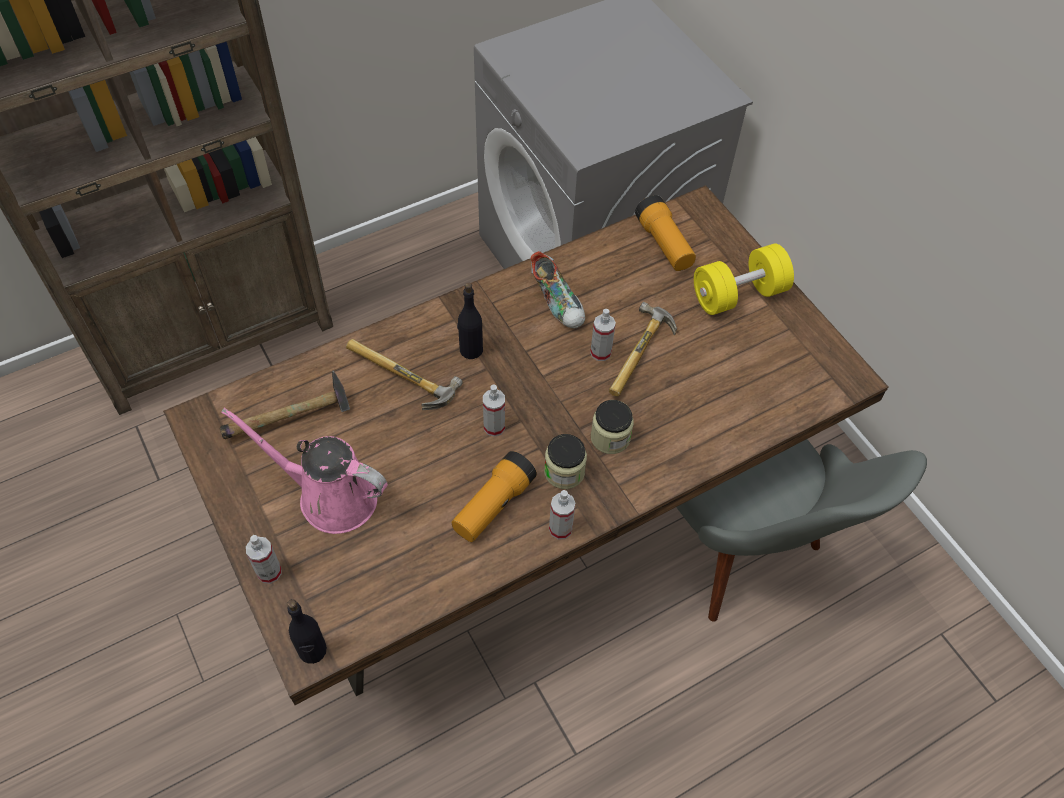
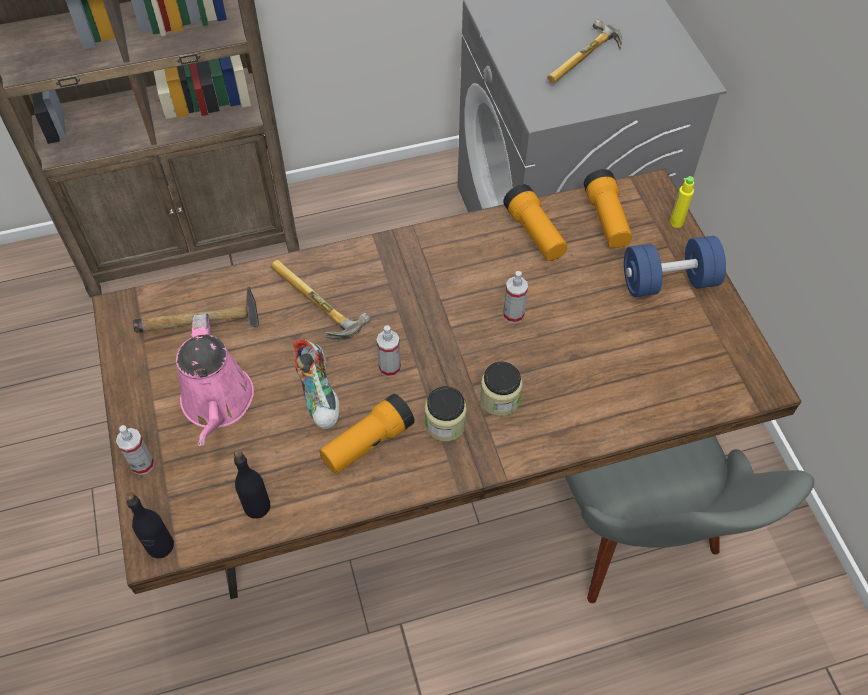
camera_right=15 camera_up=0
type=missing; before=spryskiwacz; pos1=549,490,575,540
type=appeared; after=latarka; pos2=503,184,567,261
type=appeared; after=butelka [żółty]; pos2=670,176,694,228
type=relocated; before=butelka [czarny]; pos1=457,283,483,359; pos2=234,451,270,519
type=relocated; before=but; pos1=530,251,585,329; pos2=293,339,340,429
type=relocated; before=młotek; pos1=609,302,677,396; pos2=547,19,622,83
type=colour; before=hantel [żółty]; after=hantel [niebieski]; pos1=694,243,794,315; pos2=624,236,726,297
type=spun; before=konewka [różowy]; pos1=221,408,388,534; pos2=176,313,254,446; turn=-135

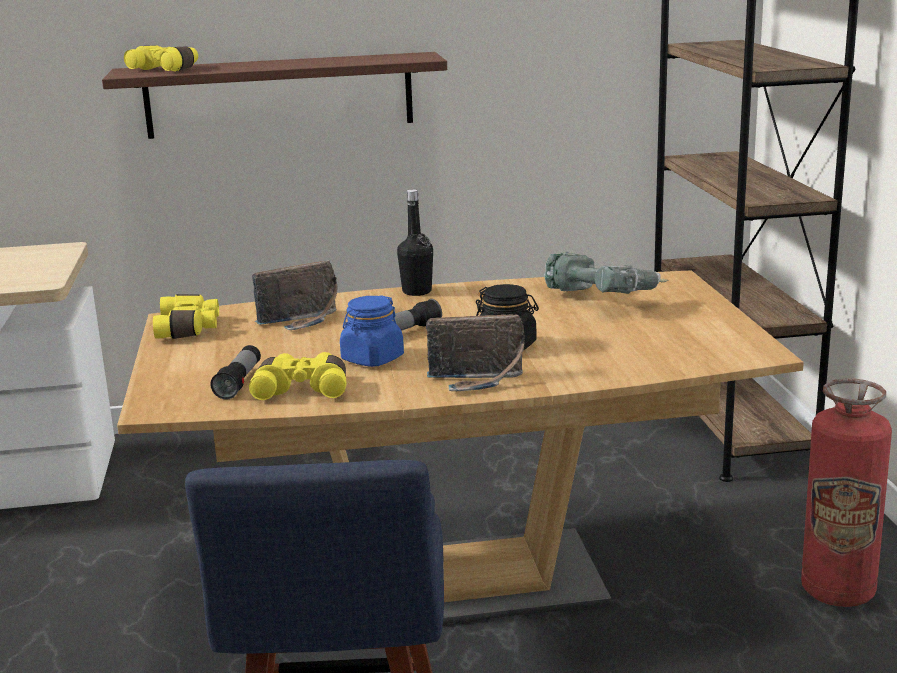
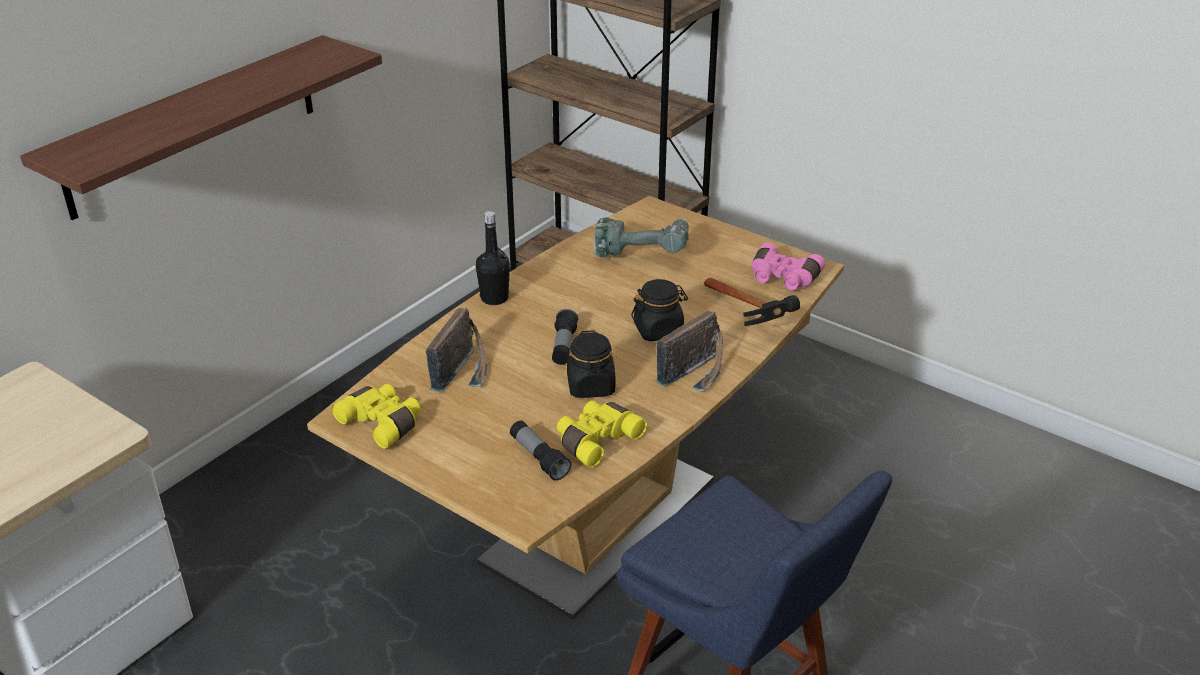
camera_right=-45 camera_up=15
type=missing; before=lornetka [żółty]; pos1=124,45,198,71
type=missing; before=gaśnica; pos1=801,378,892,607
type=appeared; after=młotek; pos2=704,278,800,326
type=appeared; after=lornetka [różowy]; pos2=752,243,825,290
type=colour; before=słoik [niebieski]; after=słoik [czarny]; pos1=340,295,404,367; pos2=567,330,615,398

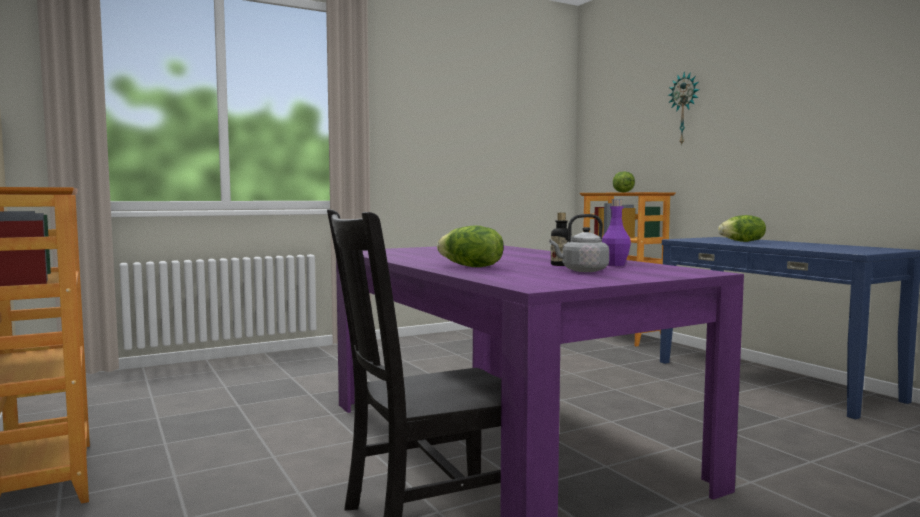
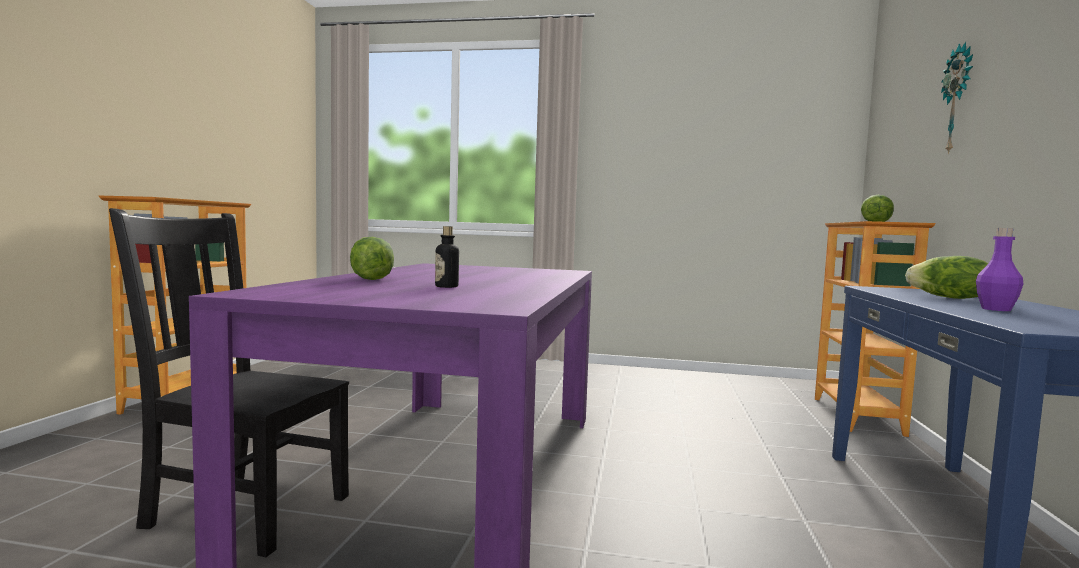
camera_right=40 camera_up=0
type=missing; before=czajnik [szary]; pos1=549,214,609,272
type=relocated; before=butelka [fioletowy]; pos1=602,199,631,266; pos2=976,228,1024,311

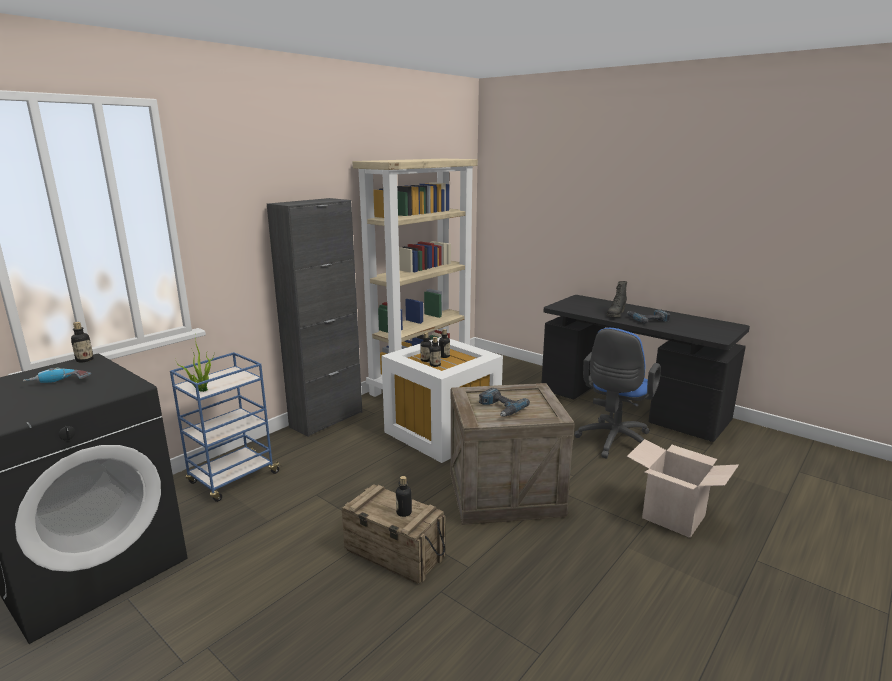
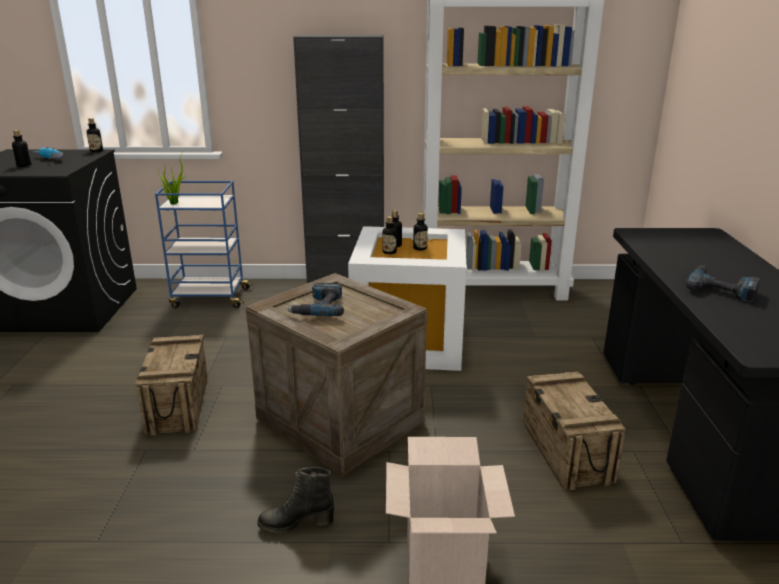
camera_right=50 camera_up=5
type=relocated; before=butelka; pos1=396,476,412,517; pos2=12,130,31,167
type=relocated; before=but z cholewką [czarny]; pos1=607,281,627,317; pos2=258,467,334,533
type=exchanged; before=krzesło biurowe [niebieski]; after=skrzynka; pos1=574,328,661,459; pos2=523,372,626,490

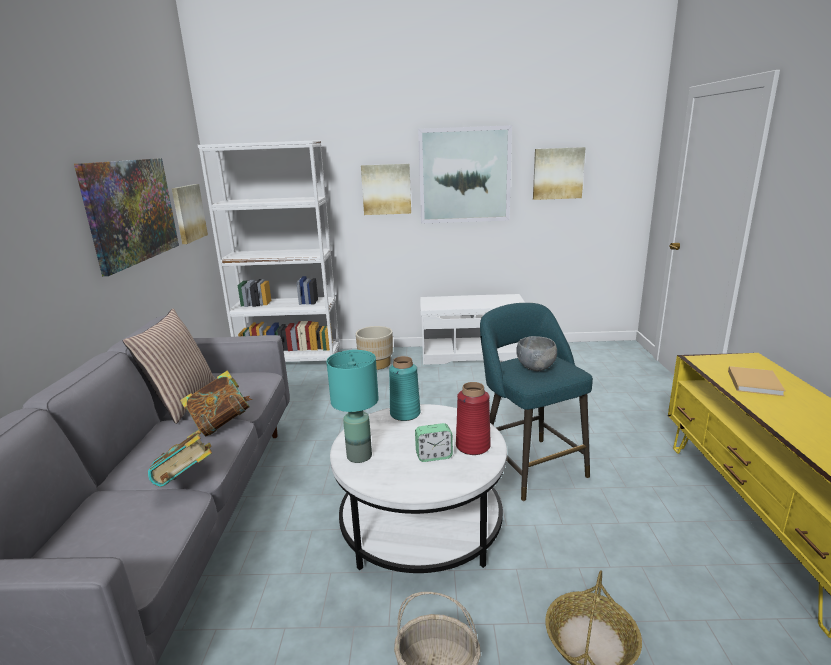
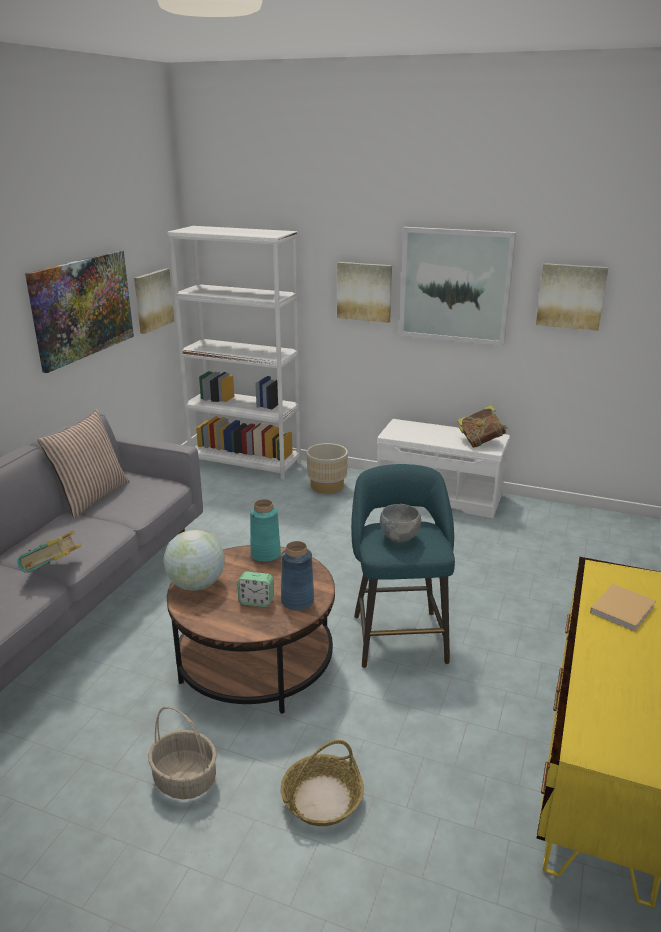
camera_right=20 camera_up=5
type=relocated; before=książka; pos1=180,370,252,436; pos2=457,405,508,448
type=exchanged; before=lampa stołowa [turkusowy]; after=globus; pos1=327,350,379,463; pos2=163,530,225,591
type=colour; before=ława [biały]; after=ława [brązowy]; pos1=330,404,507,573; pos2=167,545,335,714
type=colour; before=wazon [czerwony]; after=wazon [niebieski]; pos1=456,382,491,455; pos2=281,541,314,611

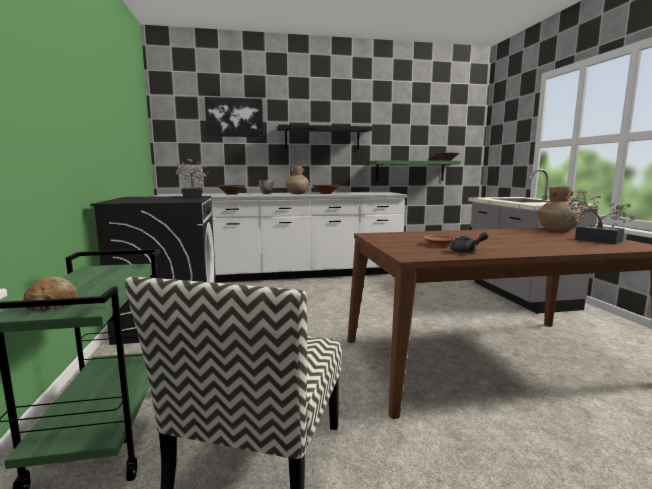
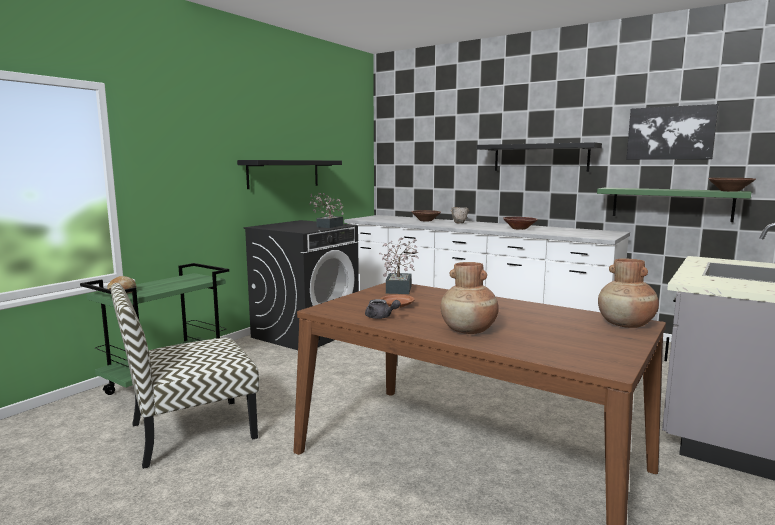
camera_right=45 camera_up=0
type=appeared; after=półka [czarny]; pos2=237,160,342,189
type=relocated; before=obraz; pos1=205,97,263,137; pos2=627,104,718,160
type=relocated; before=wazon [brązowy]; pos1=286,166,309,194; pos2=440,262,499,334
type=relocated; before=roślina doniczkowa; pos1=566,189,636,244; pos2=379,237,419,294

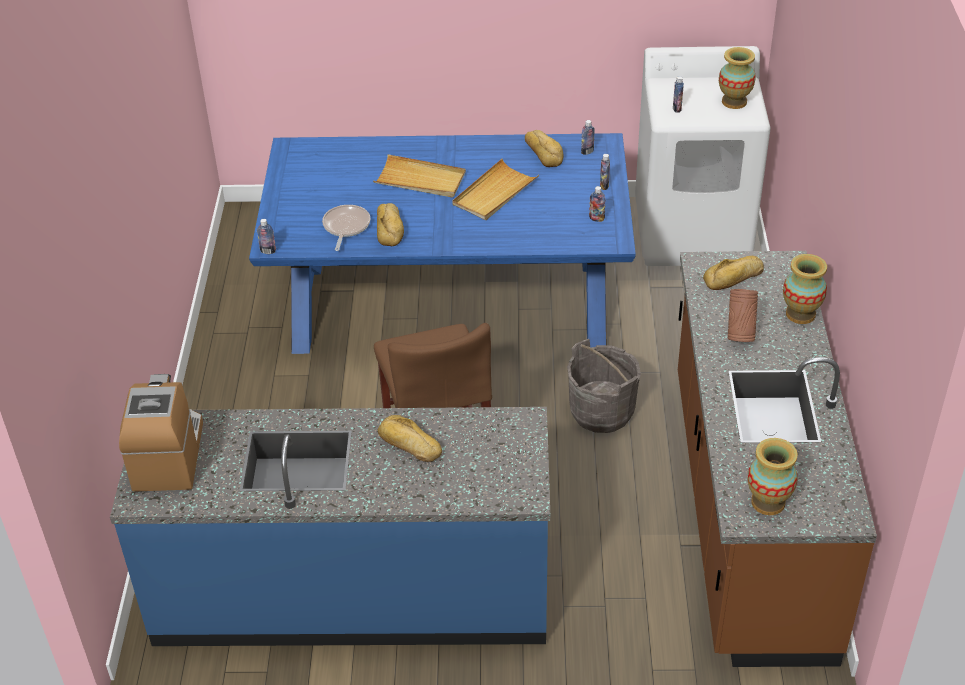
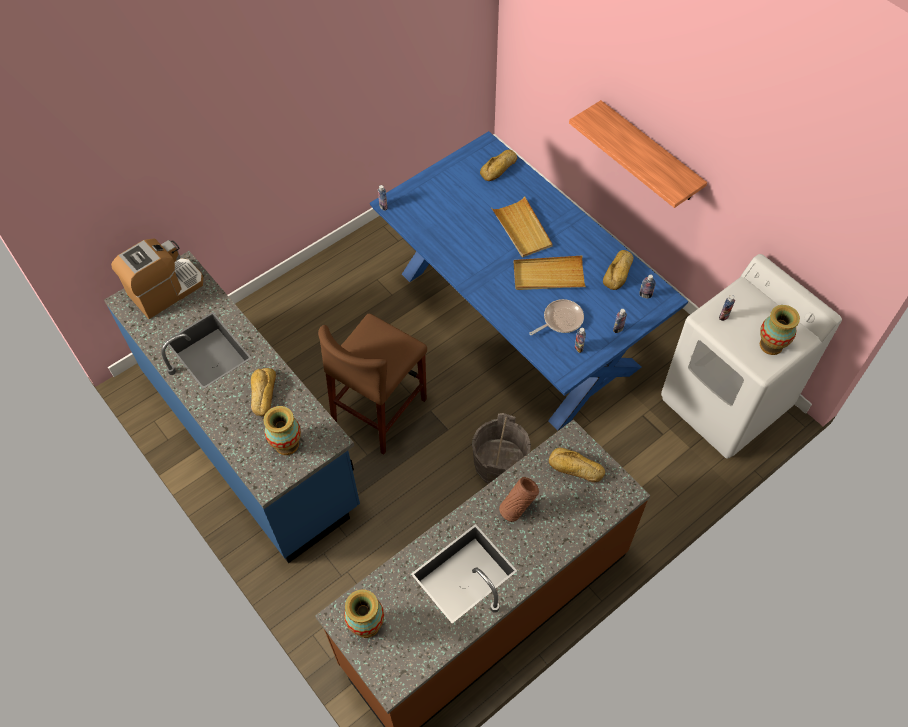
camera_right=50 camera_up=15
type=appeared; after=półka; pos2=569,100,707,208
type=relocated; before=patelnia; pos1=322,205,370,251; pos2=529,299,584,335
type=relocated; before=chleb; pos1=377,203,404,246; pos2=480,150,517,181
type=relocated; before=wazon; pos1=783,254,827,324; pos2=263,406,301,455

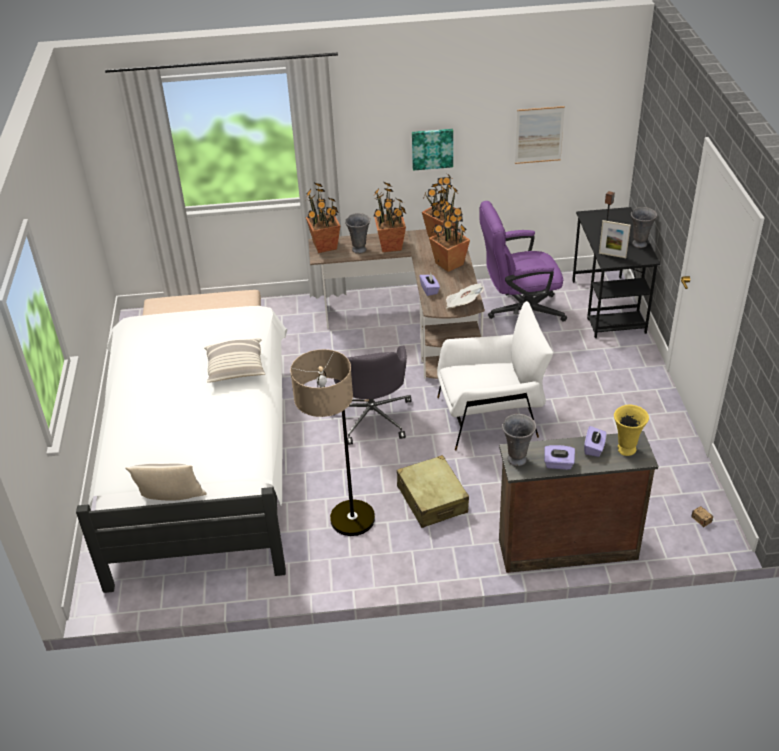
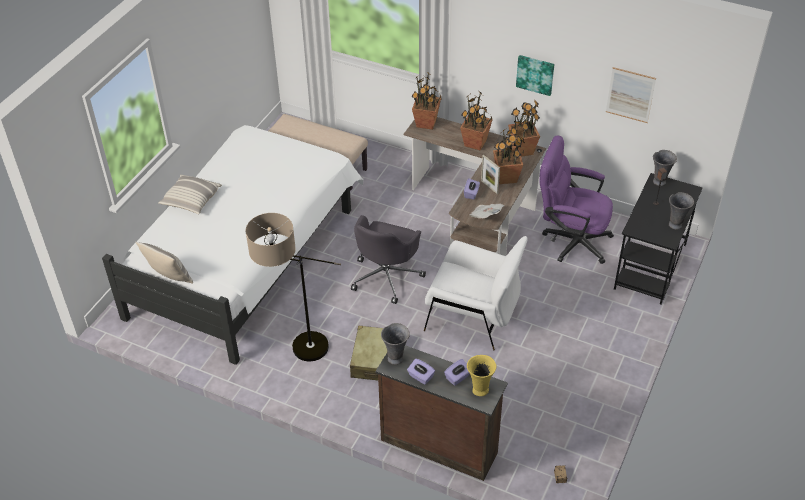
camera_right=30 camera_up=5
type=relocated; before=poduszka; pos1=204,339,265,383; pos2=159,175,222,214
type=relocated; before=wazon [szary]; pos1=345,213,370,254; pos2=653,150,677,186
type=relocated; before=ramka na zdjęcie; pos1=599,220,631,258; pos2=481,155,500,194

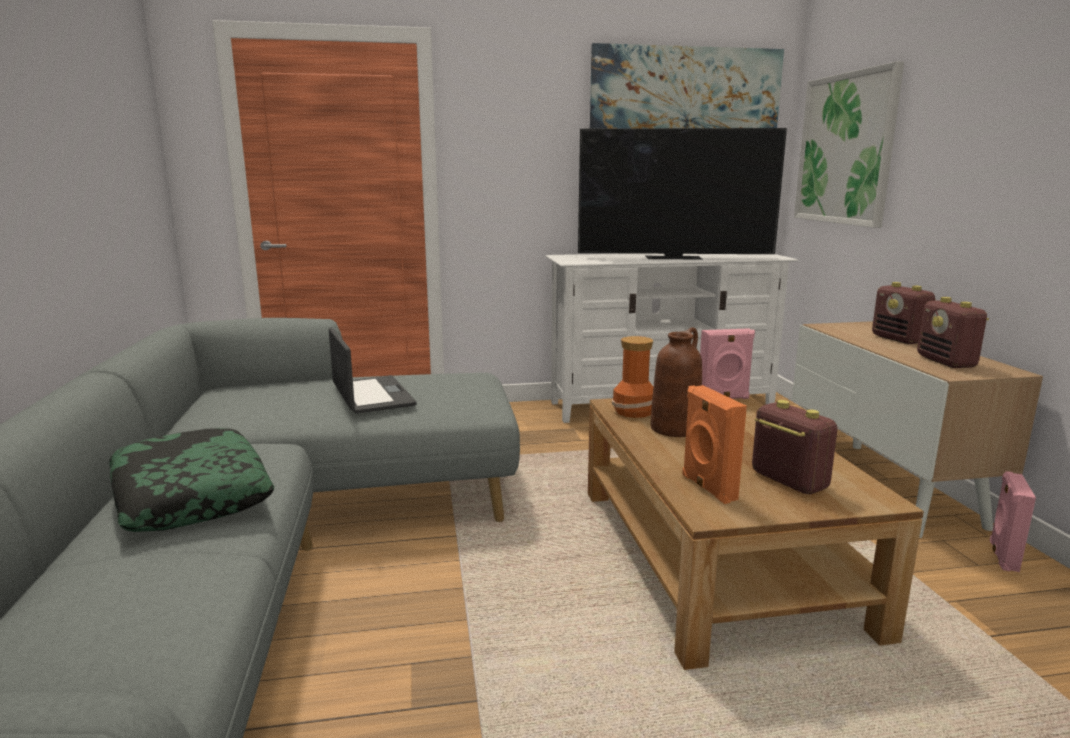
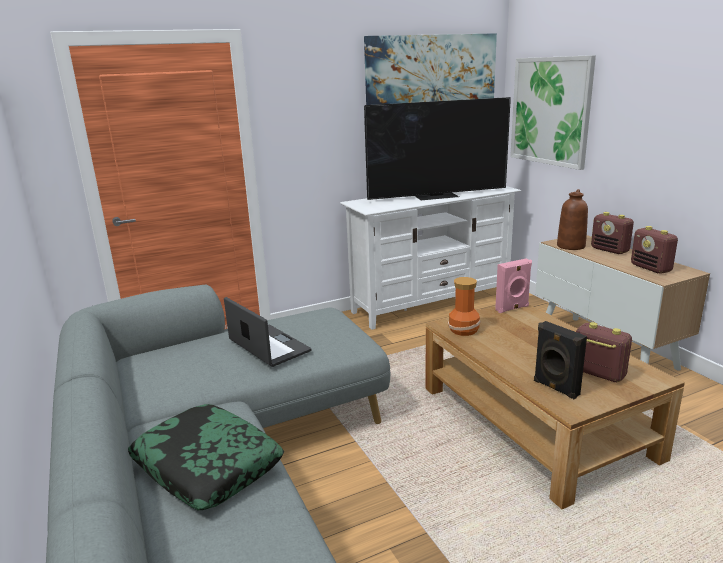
camera_right=-15 camera_up=5
type=missing; before=głośnik [różowy]; pos1=990,471,1036,572
type=relocated; before=wazon [brązowy]; pos1=650,327,702,437; pos2=557,189,588,250
type=colour; before=głośnik [pomarańczowy]; after=głośnik [czarny]; pos1=682,385,747,504; pos2=534,321,587,399

